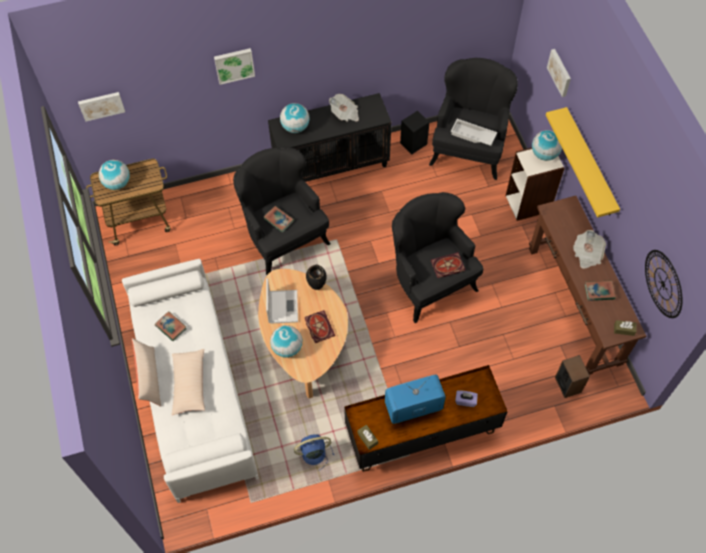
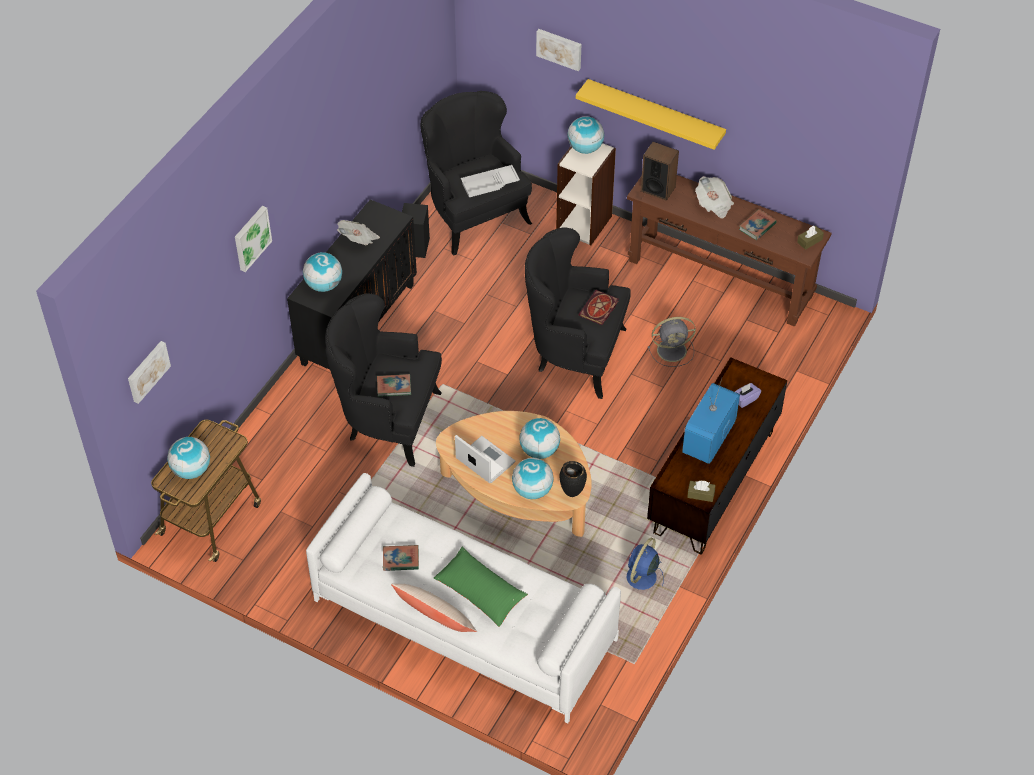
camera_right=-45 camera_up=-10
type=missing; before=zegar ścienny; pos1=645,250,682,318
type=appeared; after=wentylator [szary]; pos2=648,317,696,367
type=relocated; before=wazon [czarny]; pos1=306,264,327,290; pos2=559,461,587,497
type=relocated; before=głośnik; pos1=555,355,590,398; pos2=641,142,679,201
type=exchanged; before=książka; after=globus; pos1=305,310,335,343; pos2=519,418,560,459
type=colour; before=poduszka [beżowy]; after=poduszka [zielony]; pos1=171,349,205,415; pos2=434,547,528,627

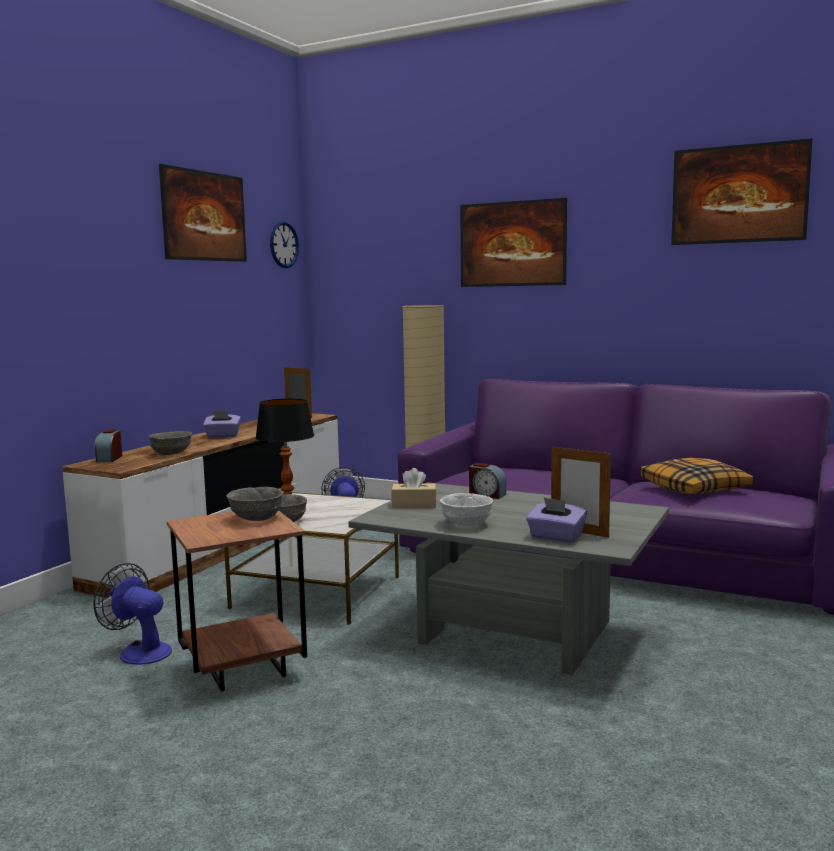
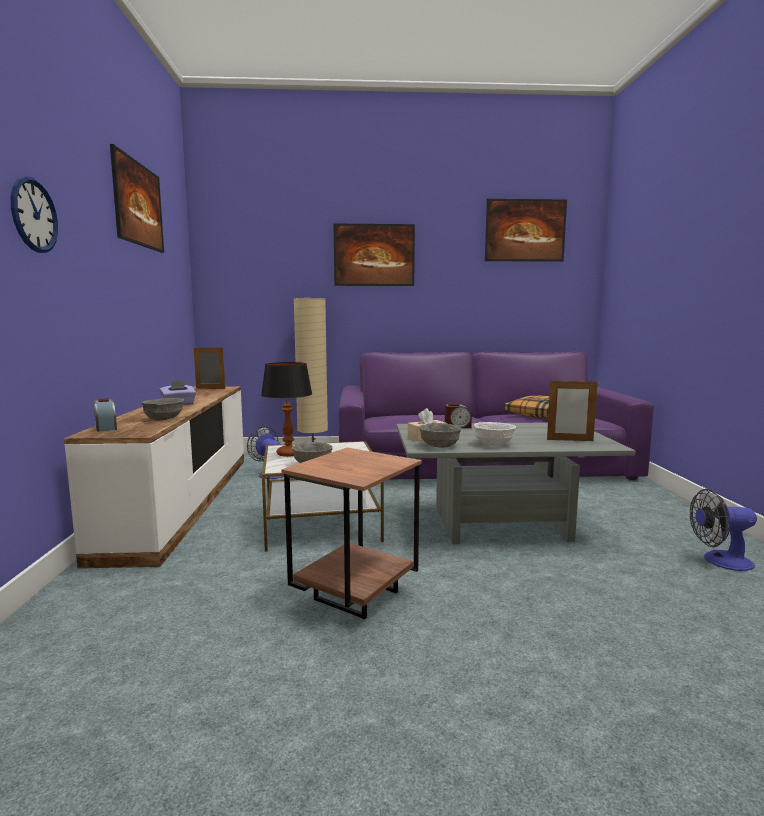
camera_right=-30 camera_up=0
type=missing; before=pudełko chusteczek [fioletowy]; pos1=526,497,587,543
type=relocated; before=wentylator; pos1=93,563,172,665; pos2=690,489,757,571
type=relocated; before=miska [szary]; pos1=227,486,283,521; pos2=419,423,461,448
type=relocated; before=zegar ścienny; pos1=270,221,299,268; pos2=11,176,58,253

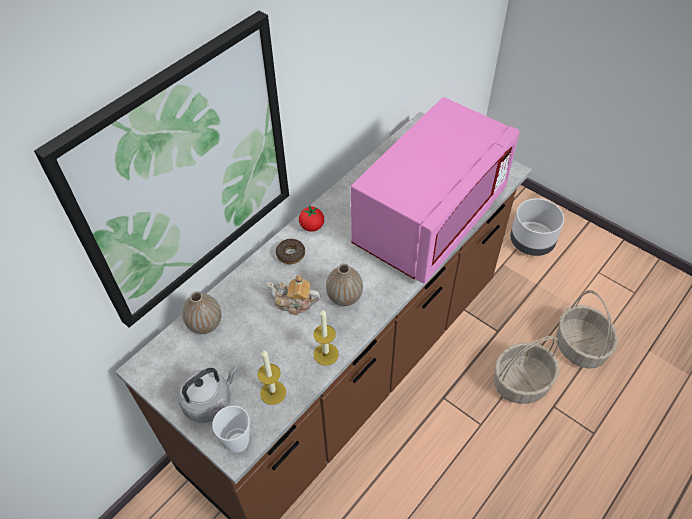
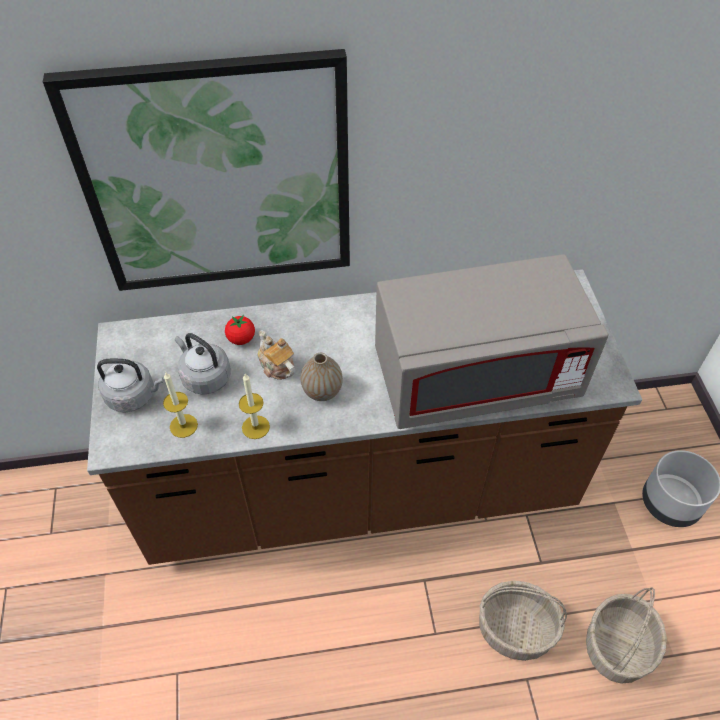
camera_right=40 camera_up=0
type=missing; before=wazon; pos1=182,291,221,334
type=missing; before=filiżanka; pos1=212,406,250,453
type=missing; before=donut; pos1=276,239,305,264
type=appeared; after=czajnik [szary]; pos2=175,333,231,395
type=relocated; before=pomidor; pos1=299,205,324,232; pos2=225,315,255,345
type=colour; before=mikrofalówka [różowy]; after=mikrofalówka [szary]; pos1=351,97,520,284; pos2=375,254,608,429

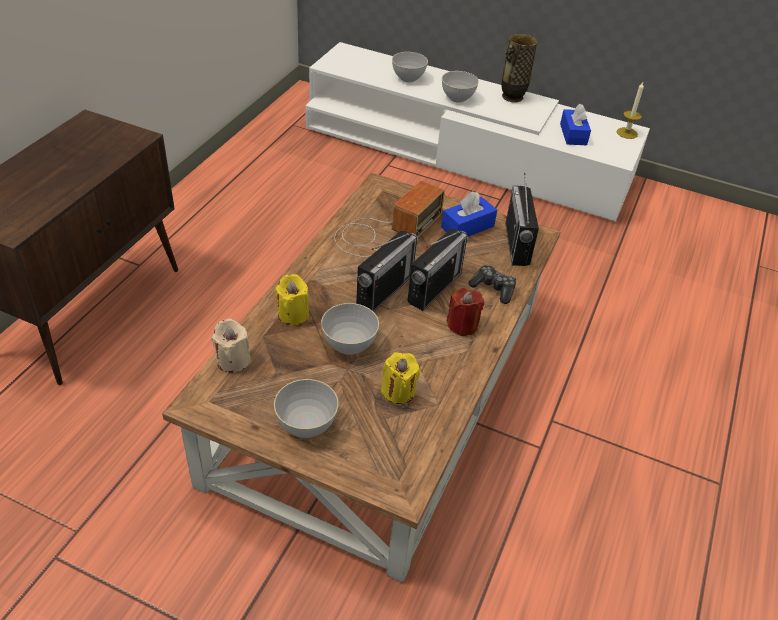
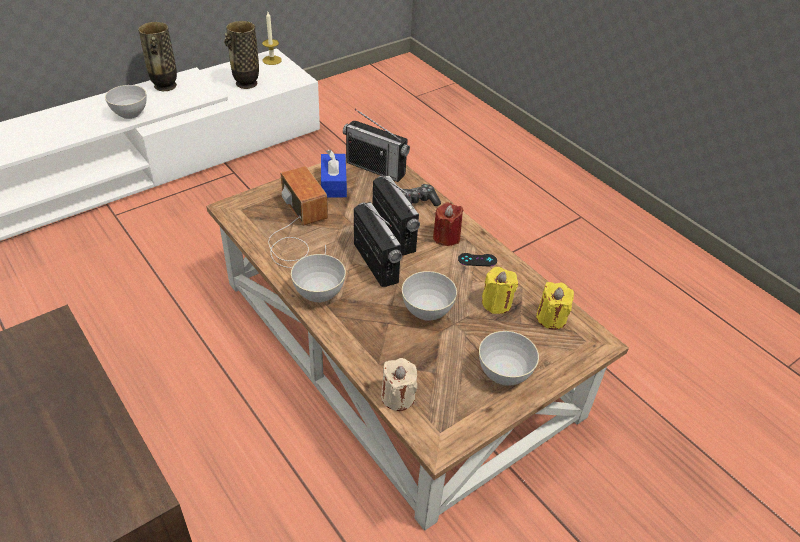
camera_right=-60 camera_up=0
type=appeared; after=pad do gier [czarny]; pos2=458,253,497,267
type=relocated; before=świeca [żółty]; pos1=275,274,309,325; pos2=536,282,574,330
type=relocated; before=miska [szary]; pos1=392,52,428,82; pos2=291,254,346,302
type=exchanged; before=pudełko chusteczek [niebieski]; after=wazon; pos1=560,104,591,145; pos2=224,21,259,89

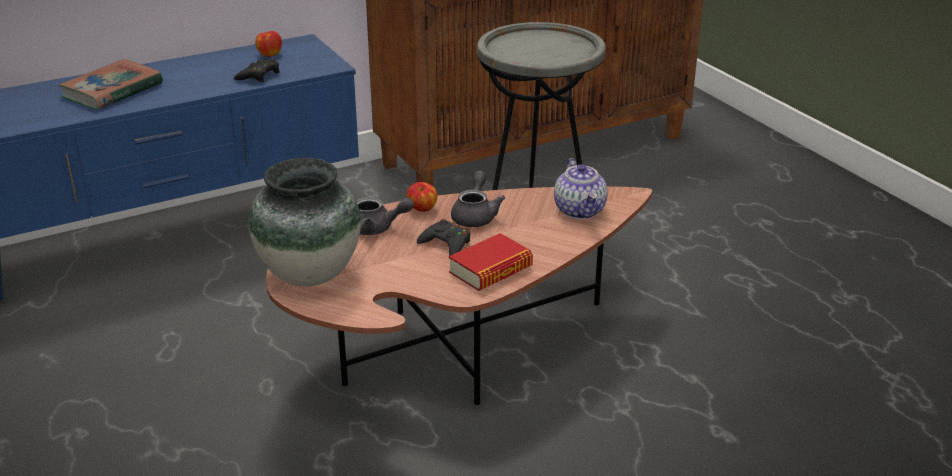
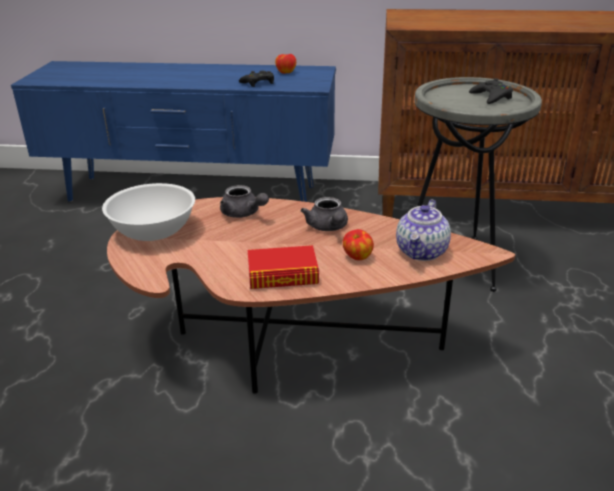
camera_right=35 camera_up=0
type=missing; before=książka; pos1=59,59,163,110
type=relocated; before=jabłko; pos1=407,182,438,212; pos2=343,229,374,260
type=relocated; before=pad do gier [czarny]; pos1=417,219,470,256; pos2=469,78,513,104
type=exchanged; before=wazon; after=miska [biały]; pos1=248,158,361,286; pos2=102,183,195,241
type=spun; before=imbryk [szary]; pos1=451,171,505,227; pos2=301,197,348,231; turn=120

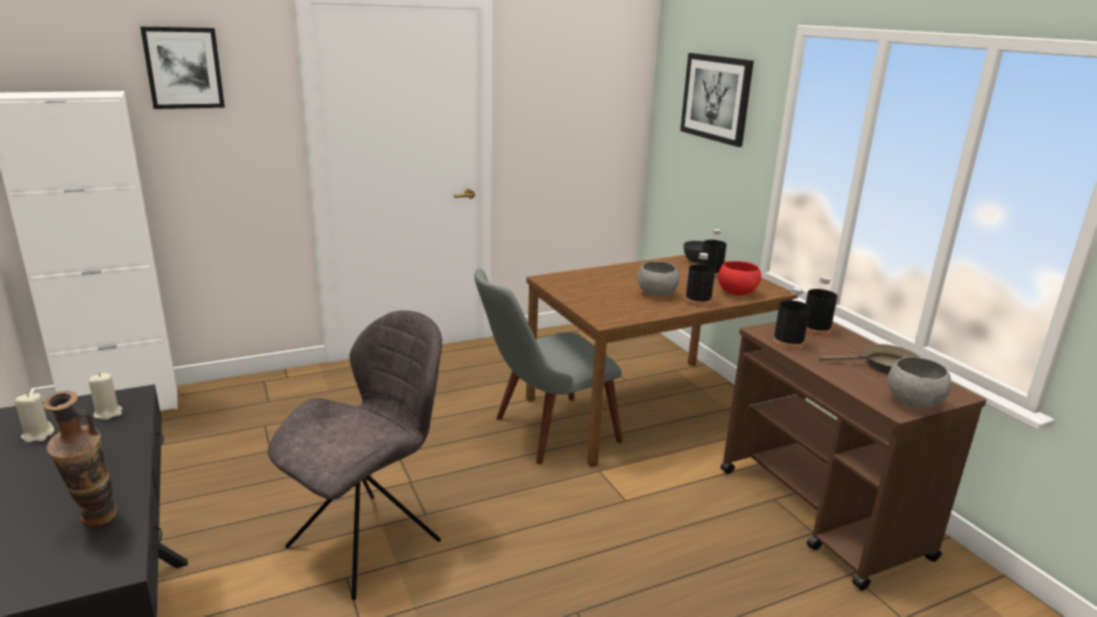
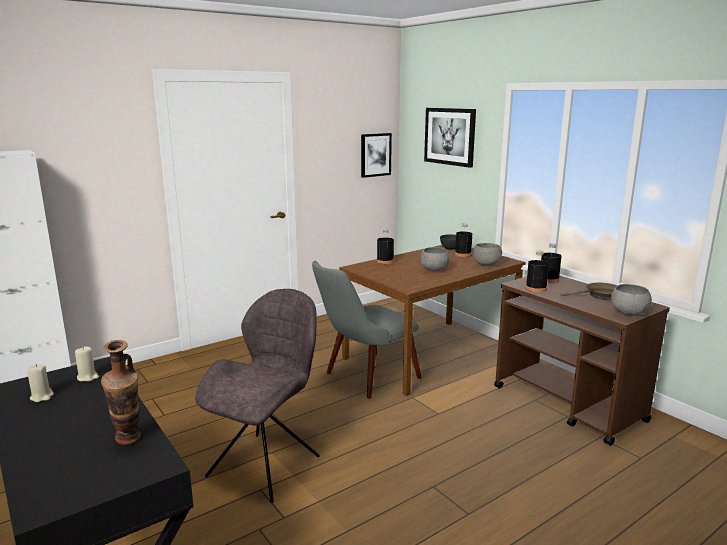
camera_right=-10 camera_up=-5
type=relocated; before=obraz; pos1=140,26,225,109; pos2=361,133,392,178
type=relocated; before=butelka [czarny]; pos1=685,253,715,307; pos2=377,229,394,264
type=colour; before=miska [czerwony]; after=miska [szary]; pos1=718,261,761,295; pos2=473,243,502,266

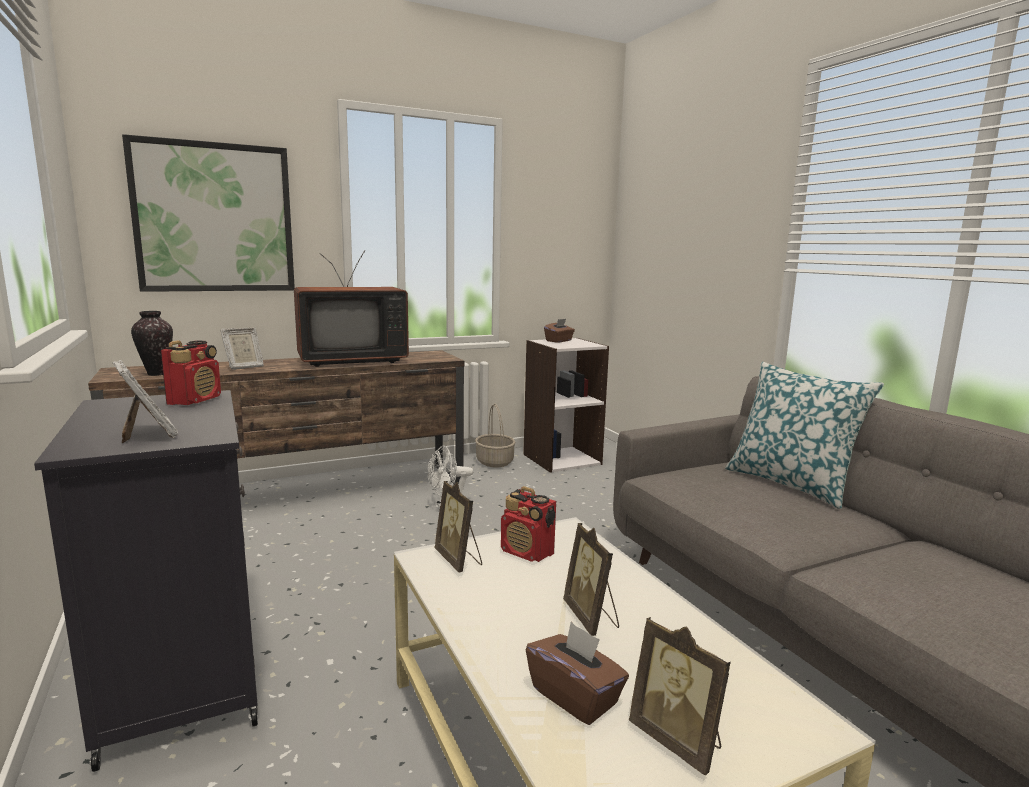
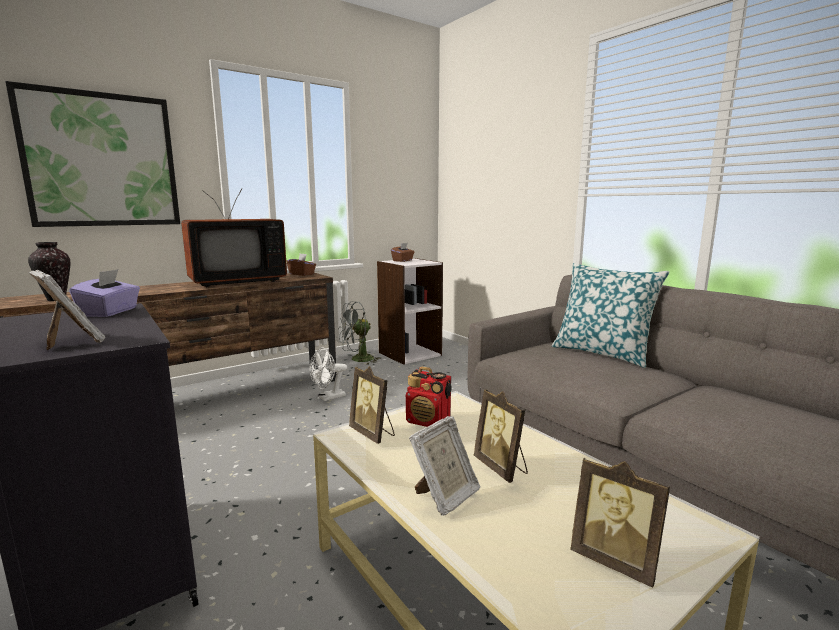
camera_right=-10 camera_up=0
type=relocated; before=ramka na zdjęcie; pos1=220,328,264,370; pos2=409,416,481,516
type=relocated; before=pudełko chusteczek [brązowy]; pos1=526,622,629,725; pos2=286,254,316,276
type=exchanged; before=radio; after=pudełko chusteczek [fioletowy]; pos1=161,340,221,405; pos2=69,269,140,317
type=exchanged; before=koszyk; after=wentylator [szary]; pos1=475,404,516,467; pos2=339,302,381,365

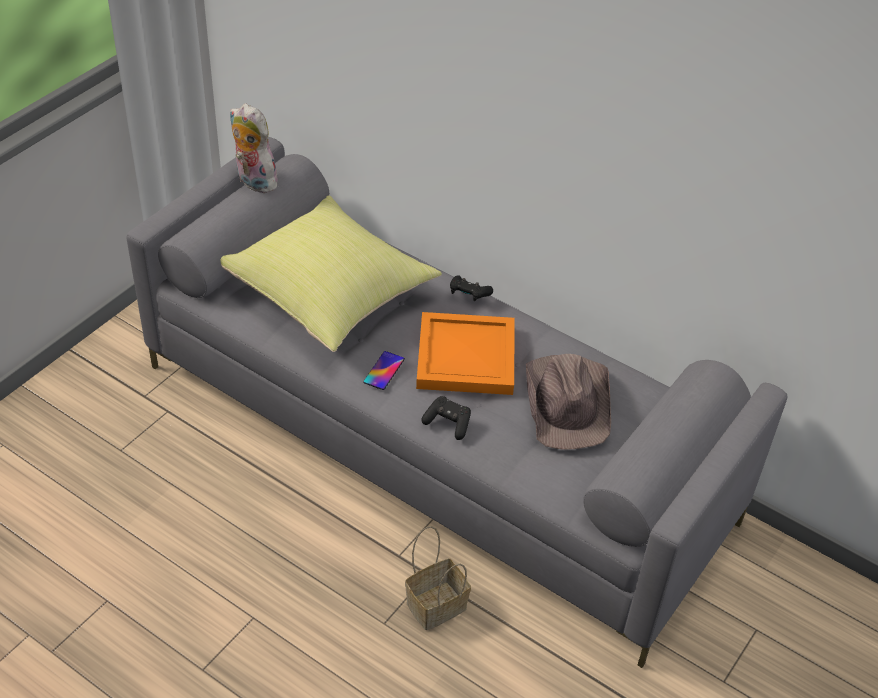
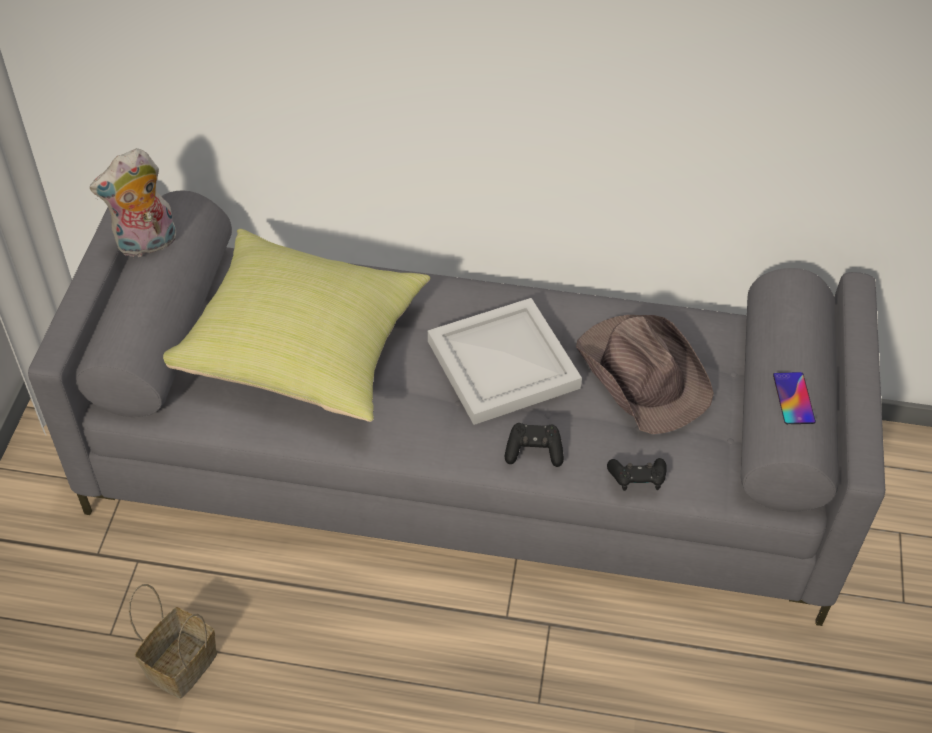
camera_right=-25 camera_up=5
type=relocated; before=telefon; pos1=363,351,405,390; pos2=773,372,816,424
type=relocated; before=koszyk; pos1=405,526,471,630; pos2=129,584,217,699
type=relocated; before=pad do gier [czarny]; pos1=450,275,493,301; pos2=607,458,667,491
type=colour; before=taca [pomarańczowy]; after=taca [biały]; pos1=416,312,515,395; pos2=428,298,582,425
type=spun; before=pluszak; pos1=230,103,279,193; pos2=90,148,176,258; turn=-45

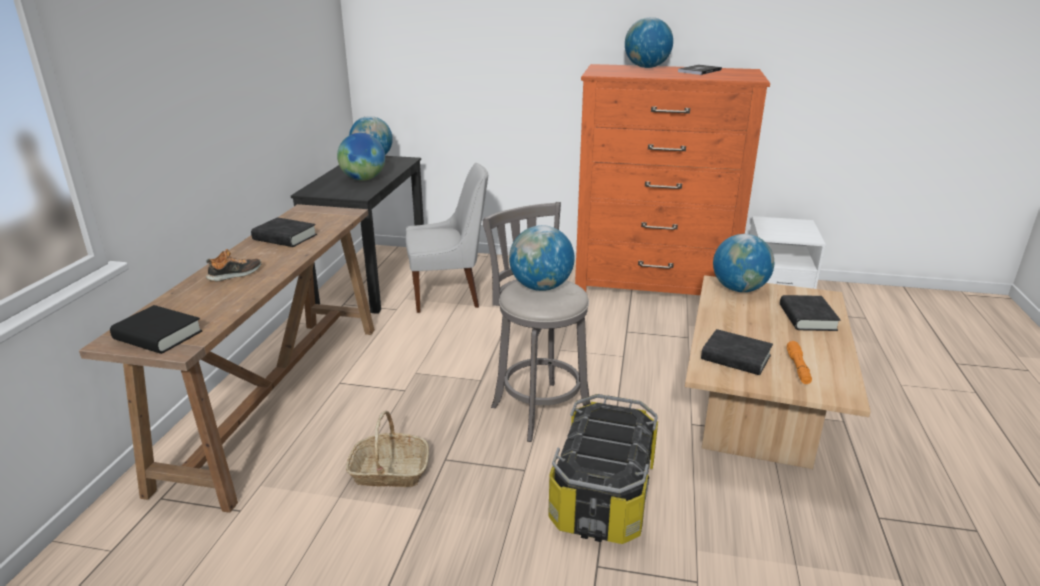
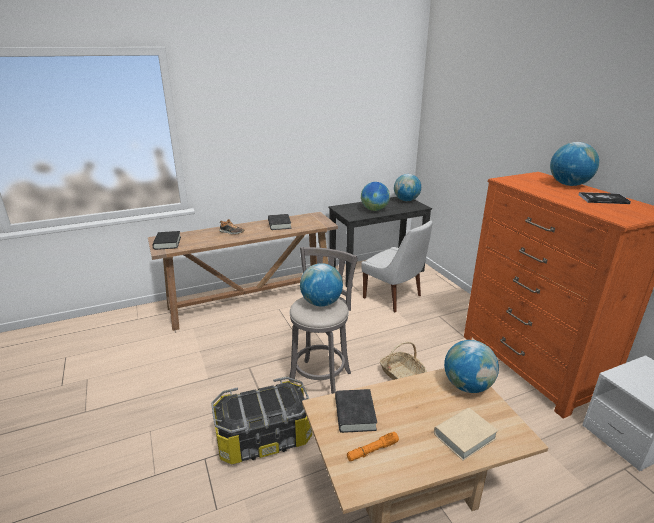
camera_right=55 camera_up=0
type=relocated; before=koszyk; pos1=346,411,429,487; pos2=380,342,427,380
type=colour; before=książka [czarny]; after=książka [beżowy]; pos1=780,295,840,331; pos2=434,408,498,461

